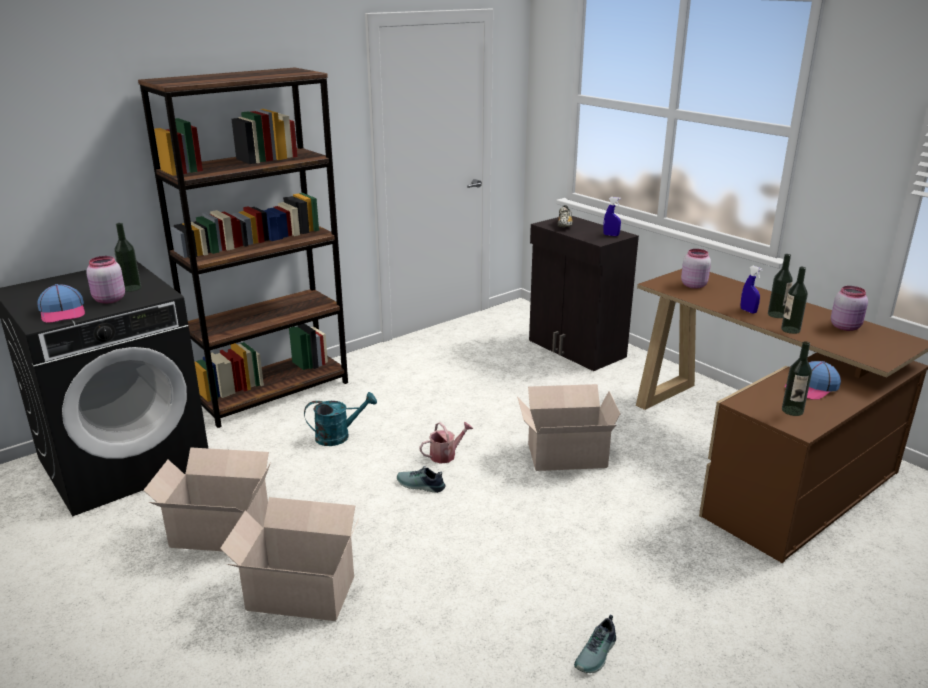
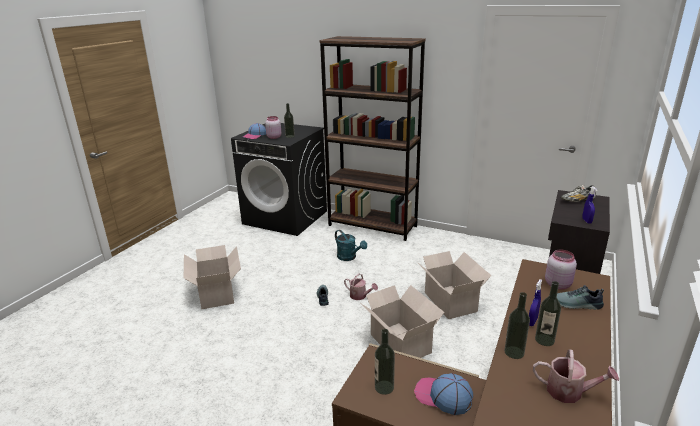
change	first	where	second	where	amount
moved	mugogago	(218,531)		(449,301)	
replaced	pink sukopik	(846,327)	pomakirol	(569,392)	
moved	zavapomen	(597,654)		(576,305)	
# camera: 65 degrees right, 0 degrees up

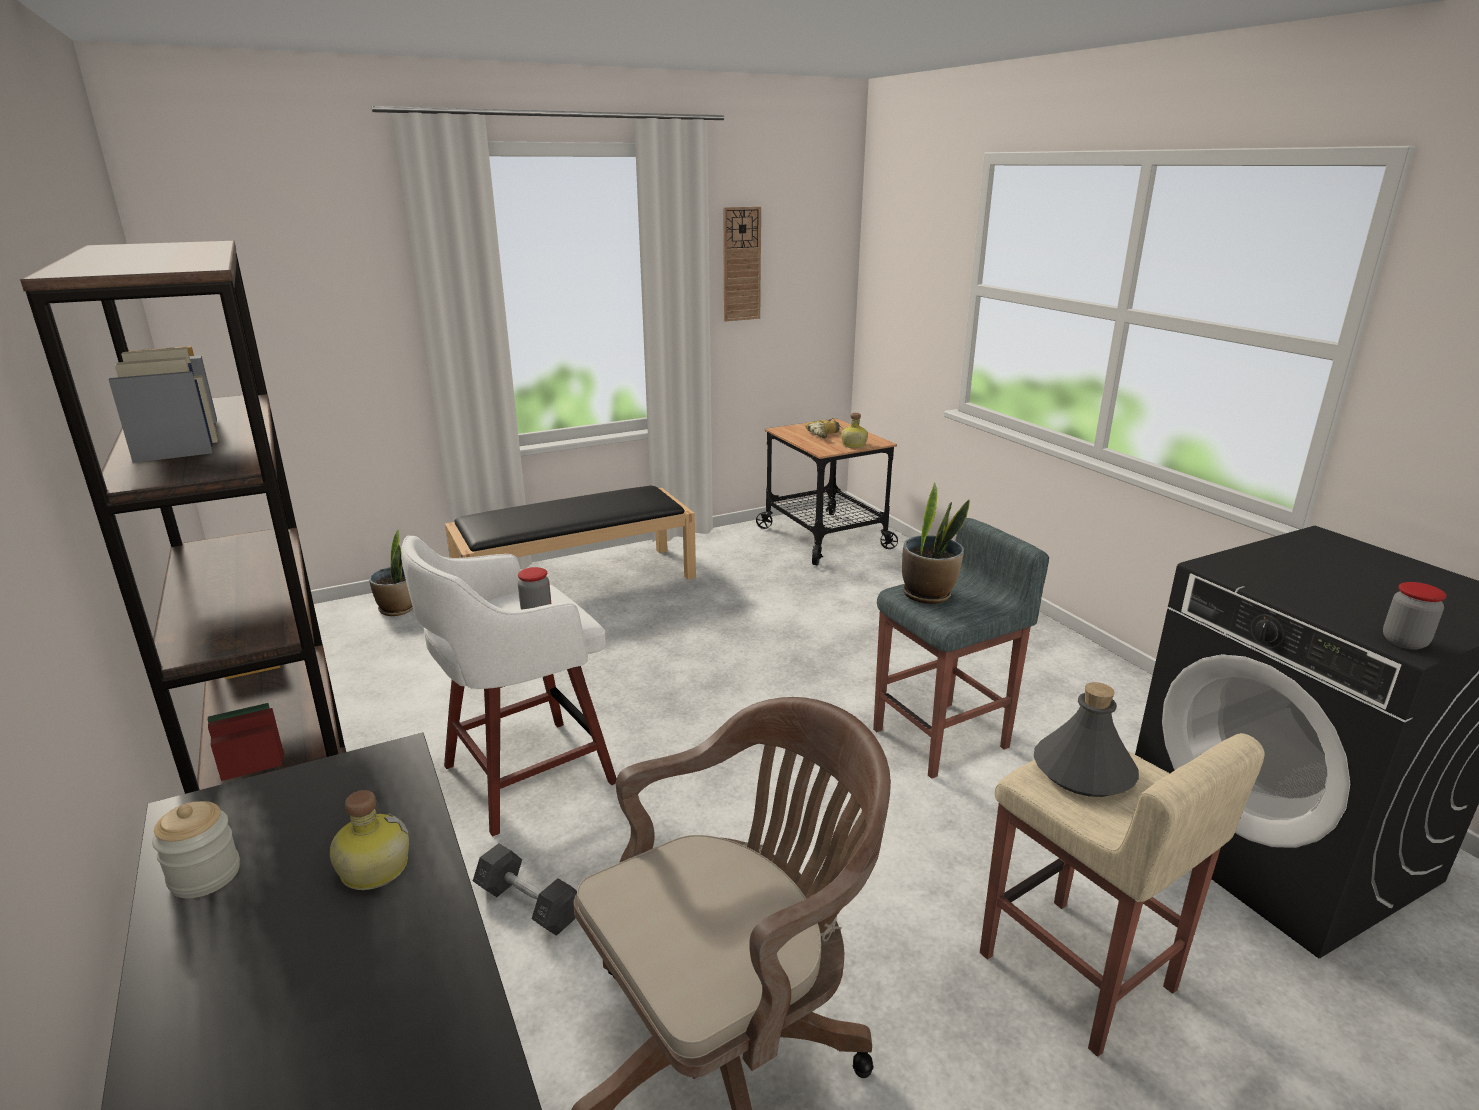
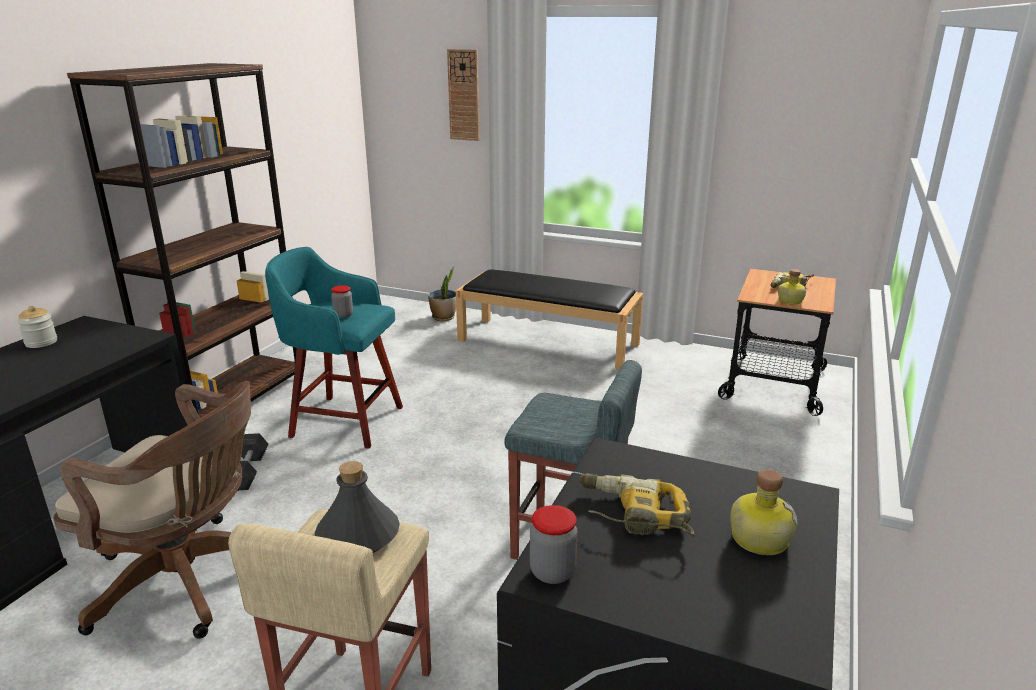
change	first	where	second	where	amount
recoloured	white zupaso	(523,776)	turquoise zupaso	(344,421)	
moved	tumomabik	(741,264)		(464,95)	
added			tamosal	(632,515)	
moved	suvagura	(372,868)		(758,537)	
removed	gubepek	(928,594)			
# camera: 50 degrees right, 0 degrees up

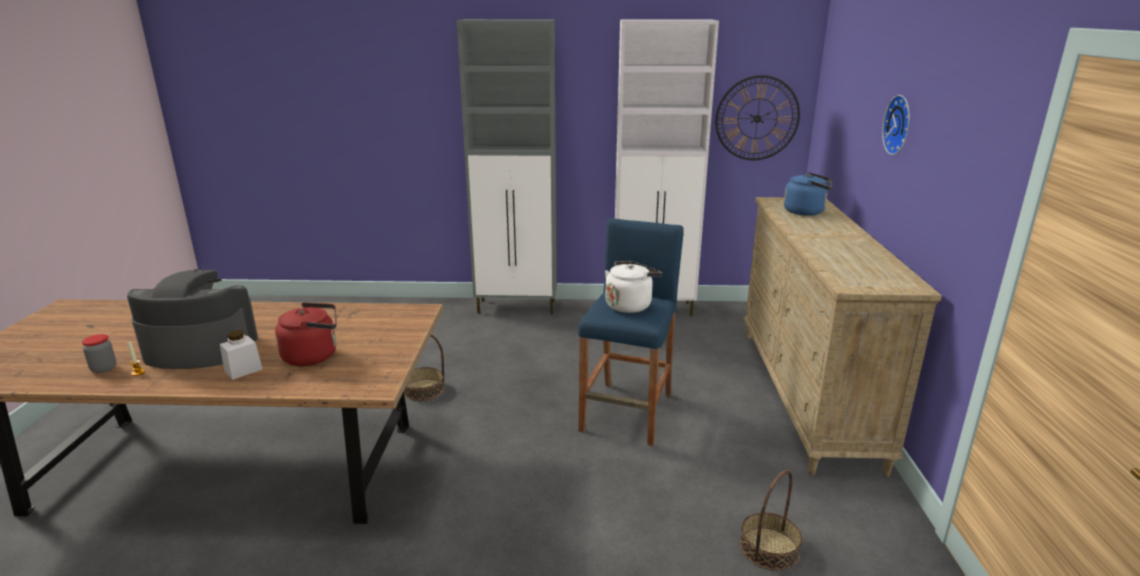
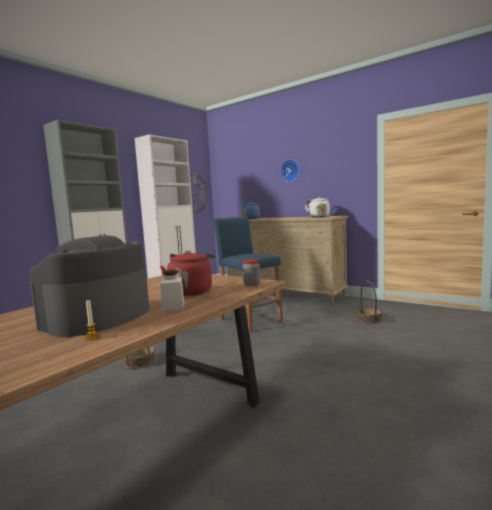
change	first	where	second	where	amount
moved	sukopik	(104,368)		(252,284)	
moved	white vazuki	(630,305)		(318,217)	
# camera: 55 degrees left, 15 degrees down

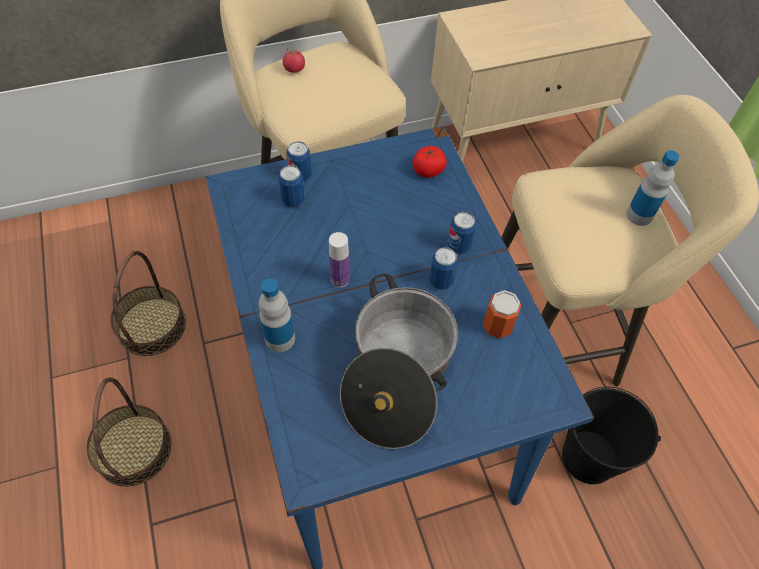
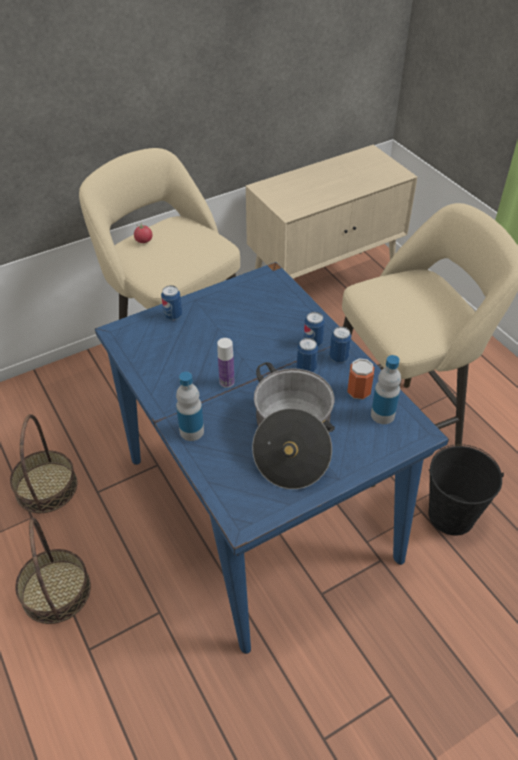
change	first	where	second	where	amount
moved	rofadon	(293,200)		(339,357)	
moved	suvagura	(639,215)		(382,415)	
removed	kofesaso	(428,171)			
# camera: 10 degrees left, 10 degrees down

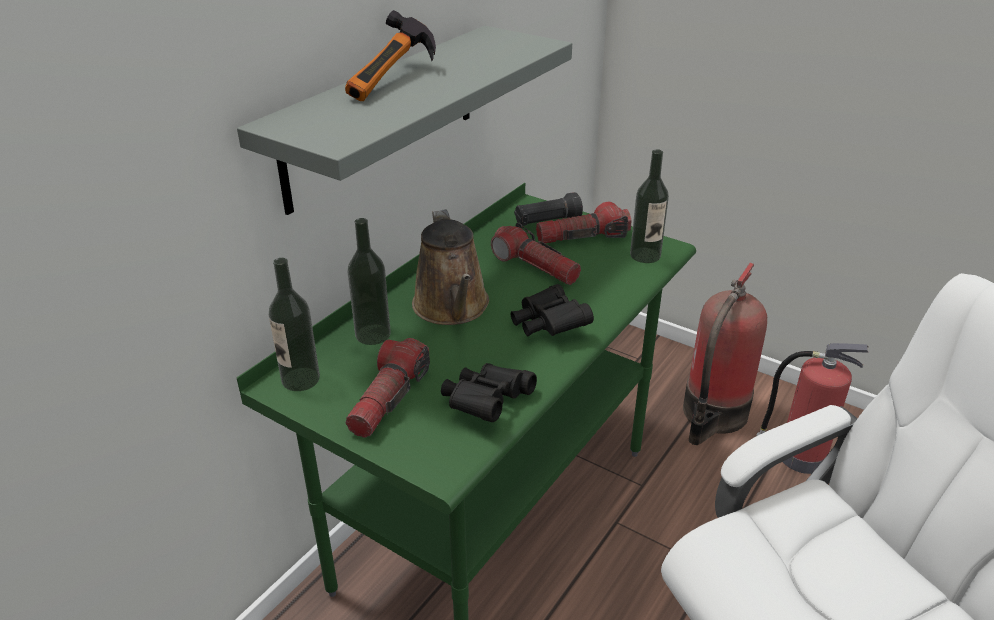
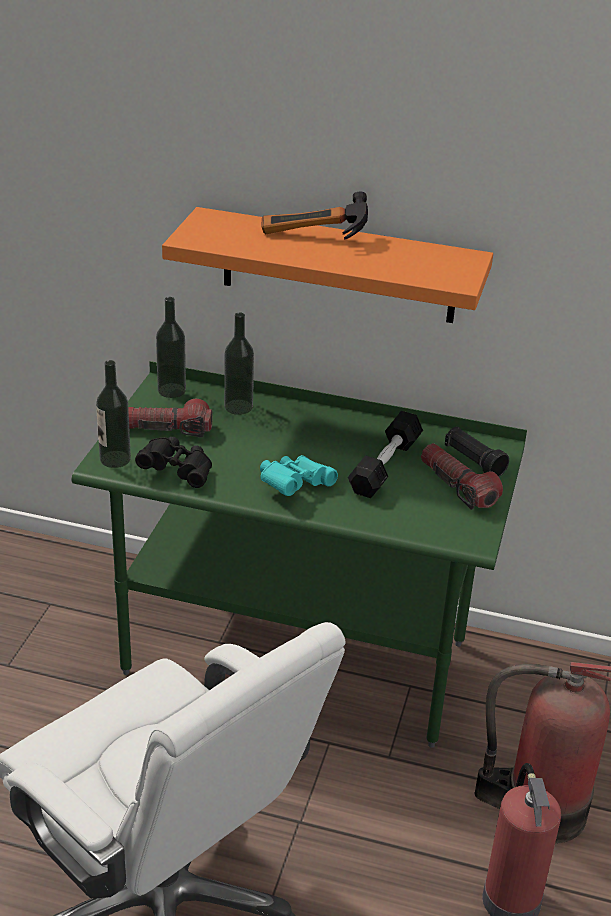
change	first	where	second	where	amount
moved	suvagura	(645,255)		(115,459)	
recoloured	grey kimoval	(382,116)	orange kimoval	(339,266)	
recoloured	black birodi	(548,326)	turquoise birodi	(294,486)	
replaced	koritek	(535,267)	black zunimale	(385,466)	
removed	brown pomakirol	(452,308)			
# camera: 70 degrees right, 0 degrees up

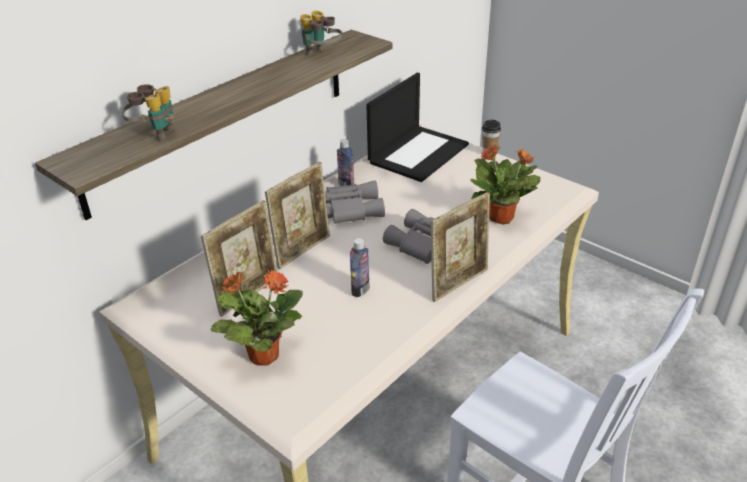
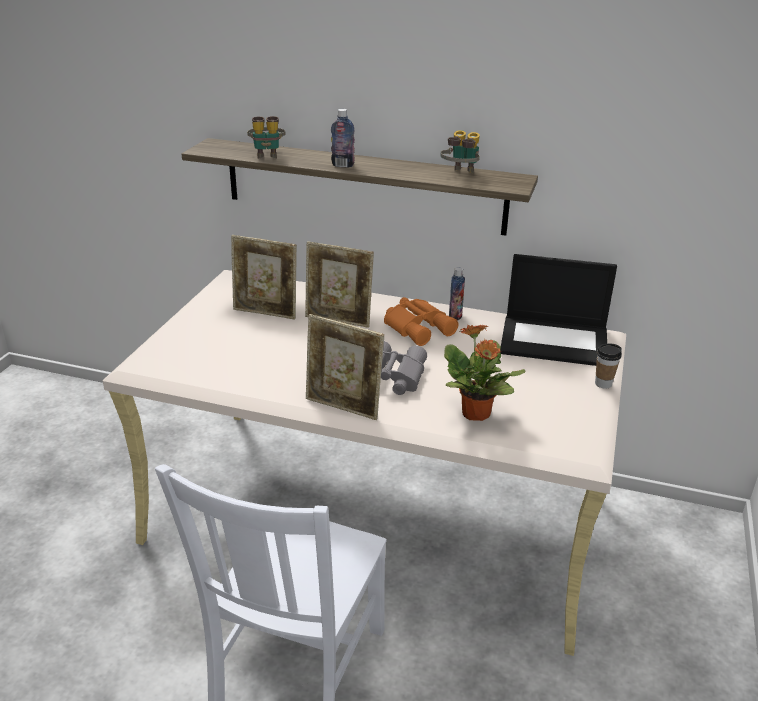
change	first	where	second	where	amount
moved	suvagura	(360,290)		(343,165)	
recoloured	grey birodi	(350,208)	orange birodi	(419,327)	
removed	gubepek	(262,355)			
# camera: 65 degrees right, 5 degrees down

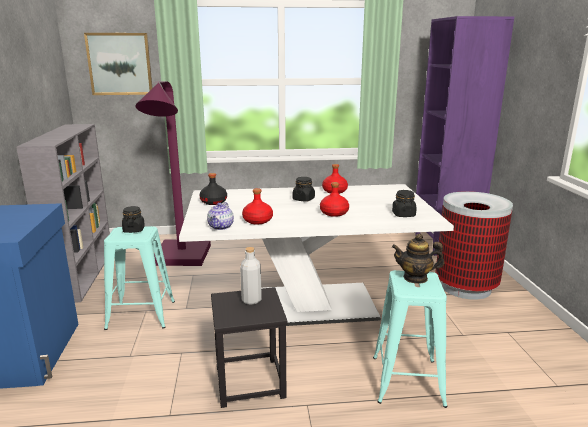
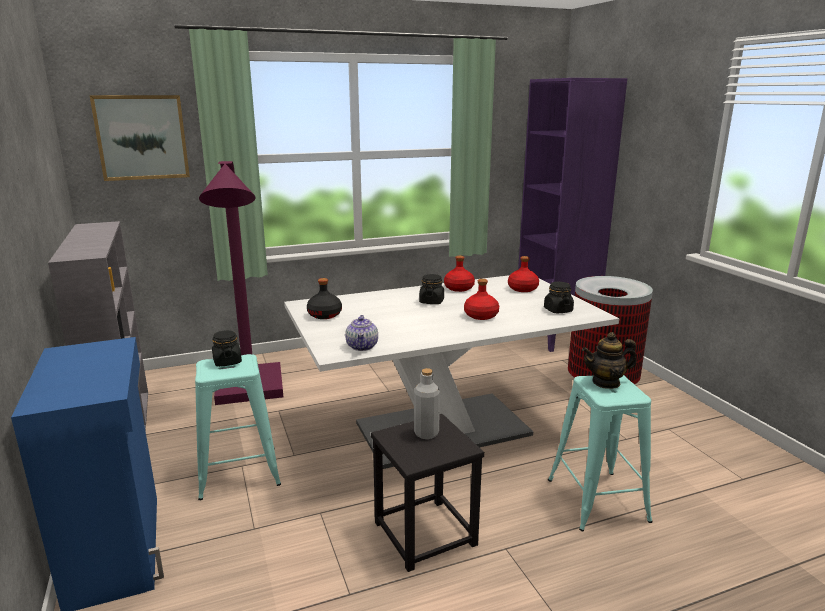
change	first	where	second	where	amount
moved	red suvagura	(257,221)		(522,289)	
# camera: 15 degrees left, 0 degrees up

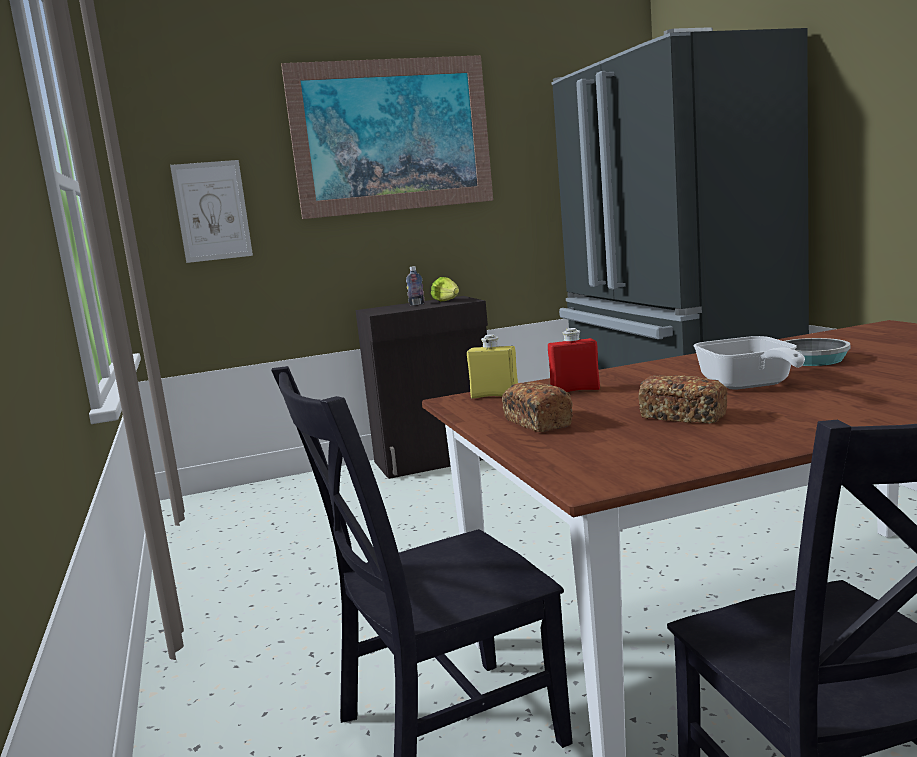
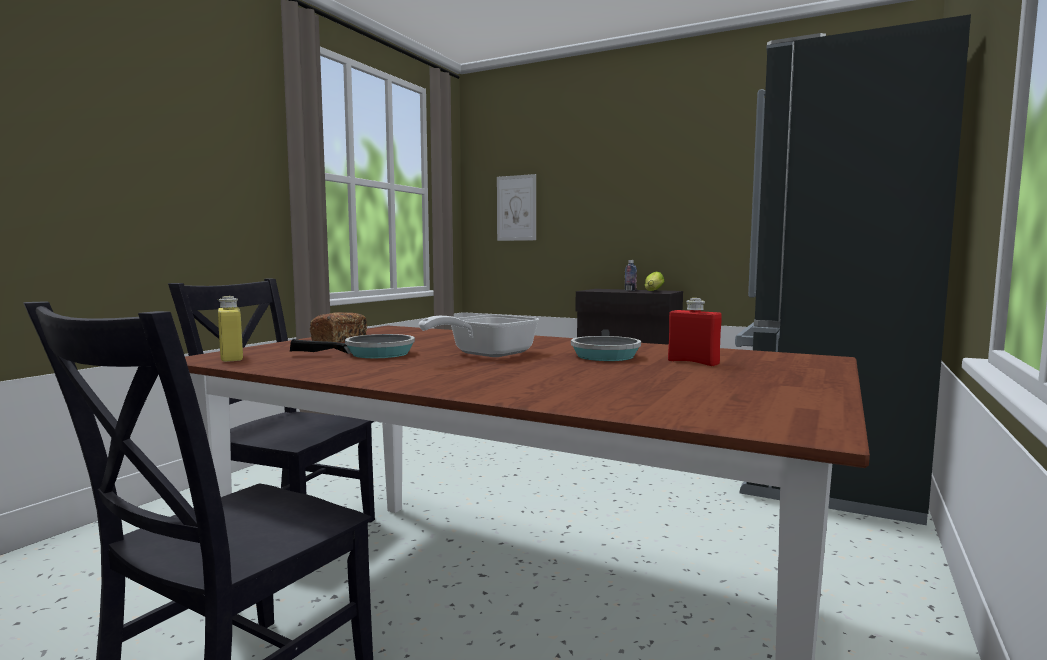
change	first	where	second	where	amount
moved	yellow suvagura	(495,396)		(231,357)	
replaced	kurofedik	(683,417)	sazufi	(373,354)	
moved	red suvagura	(575,390)		(693,362)	
removed	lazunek	(392,136)			
# camera: 45 degrees right, 5 degrees down

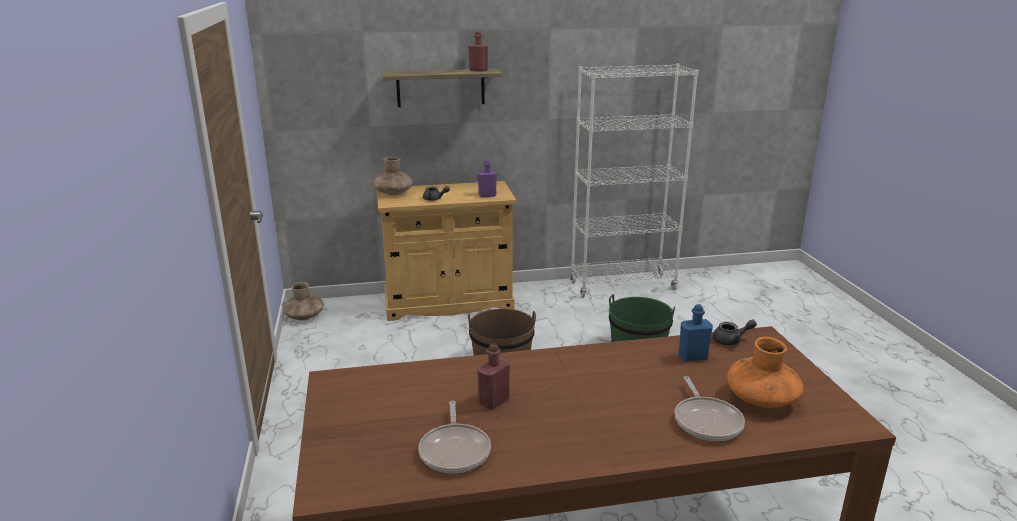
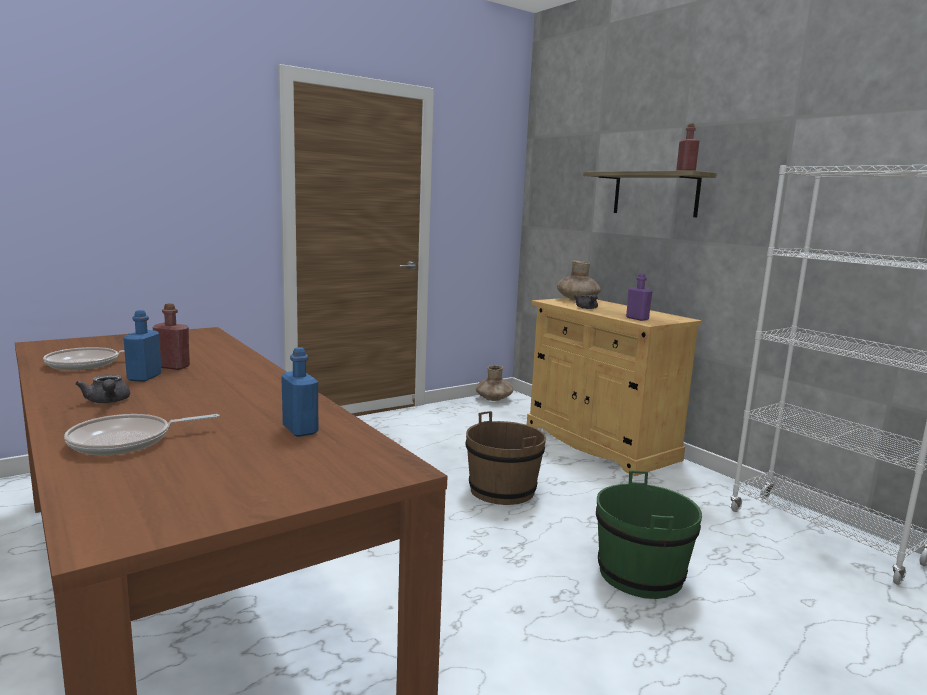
change	first	where	second	where	amount
moved	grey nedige	(731,341)		(108,402)	
added			blue suvagura	(144,377)	
removed	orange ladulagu	(761,399)			
# camera: 65 degrees right, 10 degrees down

